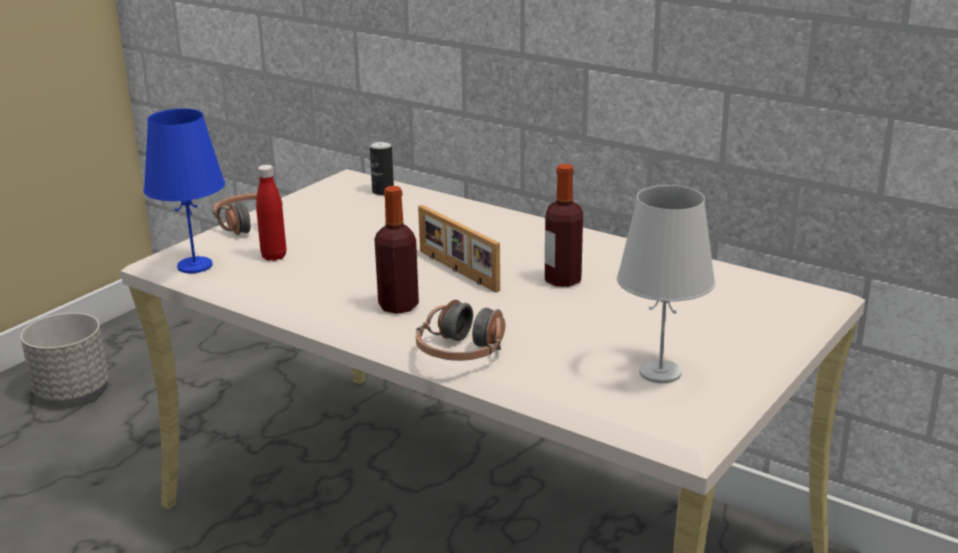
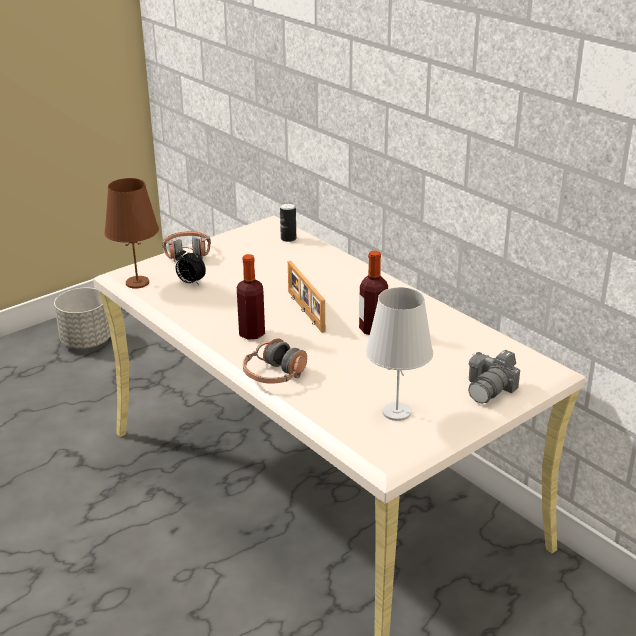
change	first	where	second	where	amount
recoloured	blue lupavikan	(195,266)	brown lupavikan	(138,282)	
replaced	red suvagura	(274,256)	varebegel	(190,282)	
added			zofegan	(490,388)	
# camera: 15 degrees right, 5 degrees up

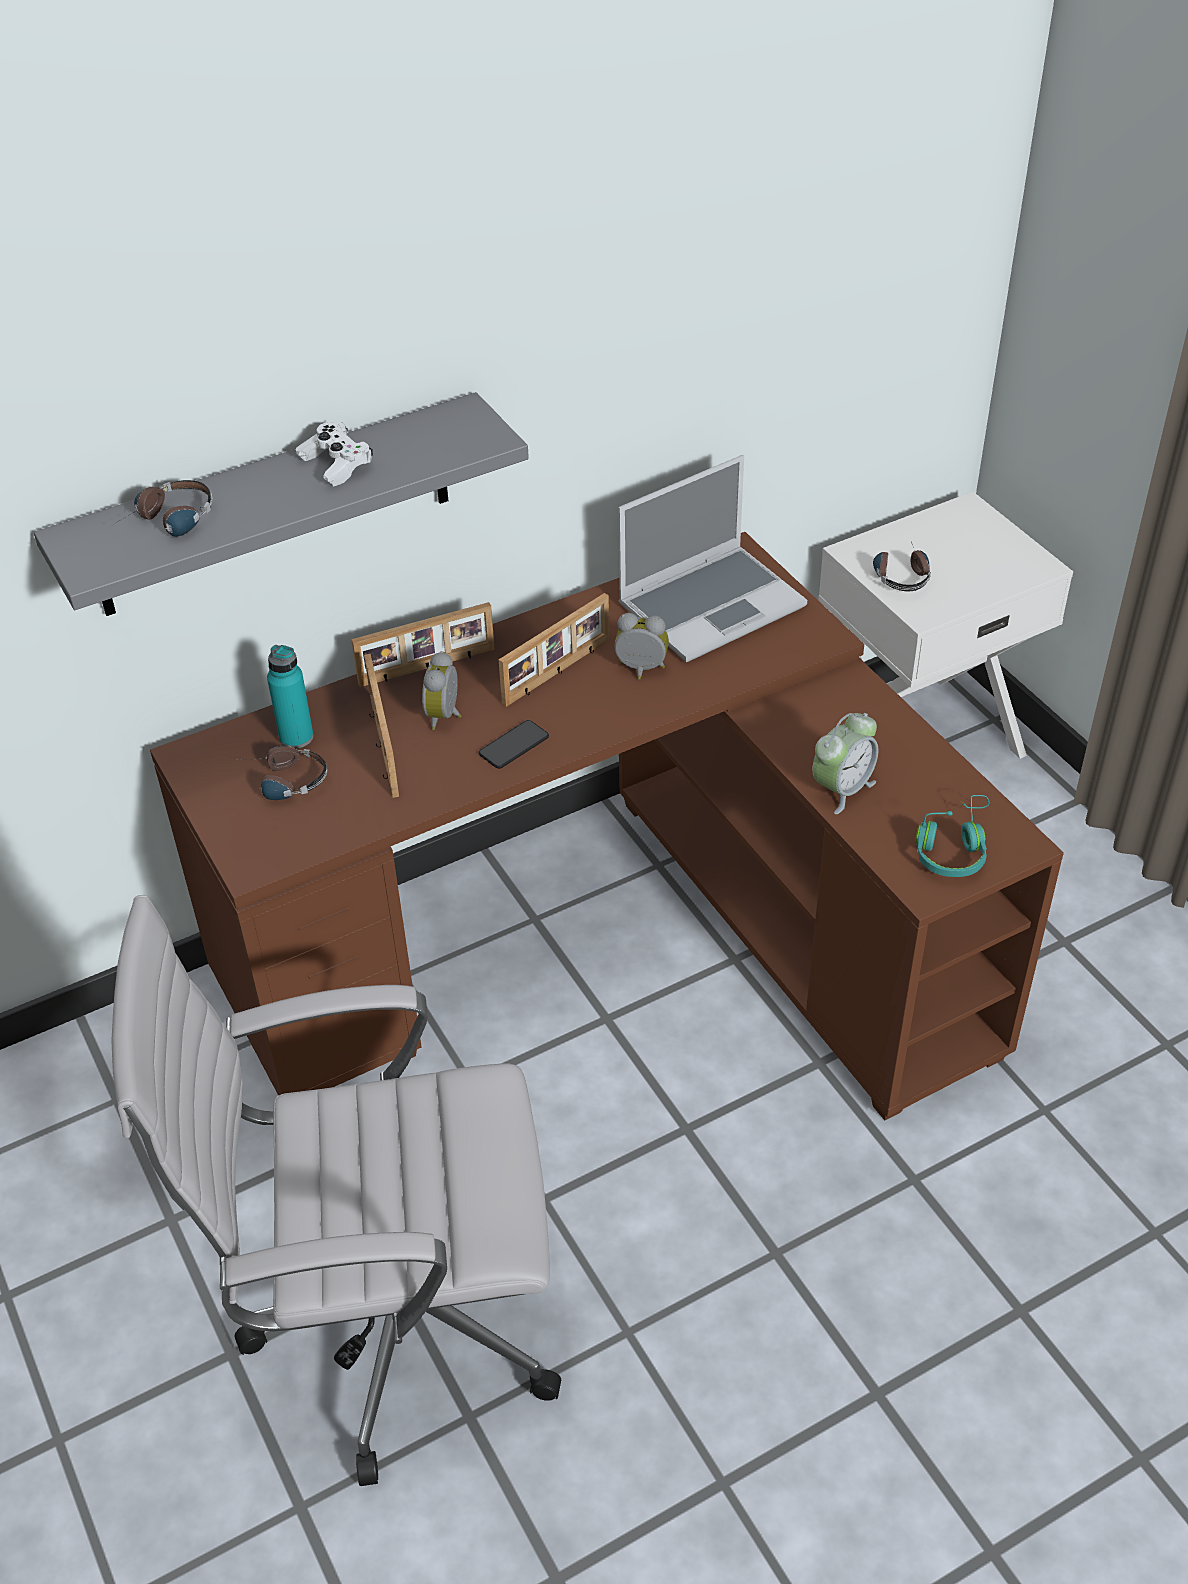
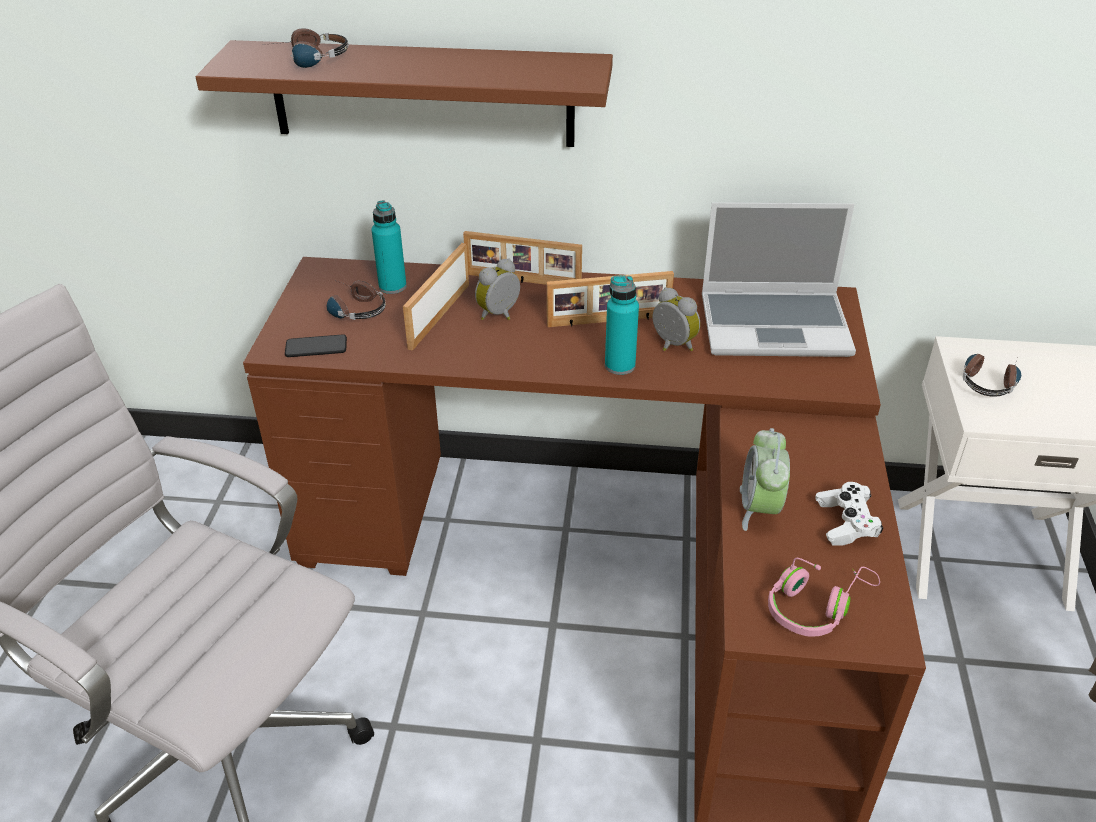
change	first	where	second	where	amount
recoloured	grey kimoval	(273,507)	brown kimoval	(422,94)	
moved	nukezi	(514,745)		(316,347)	
added			turquoise suvagura	(620,365)	
turned	varebegel	(842,789)		(760,508)	105 degrees clockwise
recoloured	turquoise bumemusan	(953,848)	pink bumemusan	(815,606)	
moved	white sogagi	(336,465)		(846,523)	
# camera: 35 degrees right, 5 degrees down

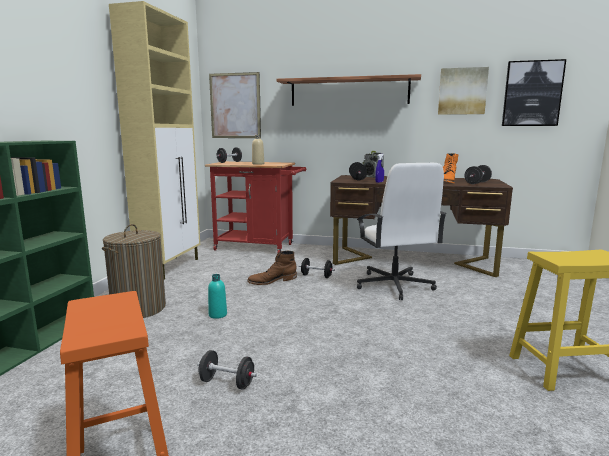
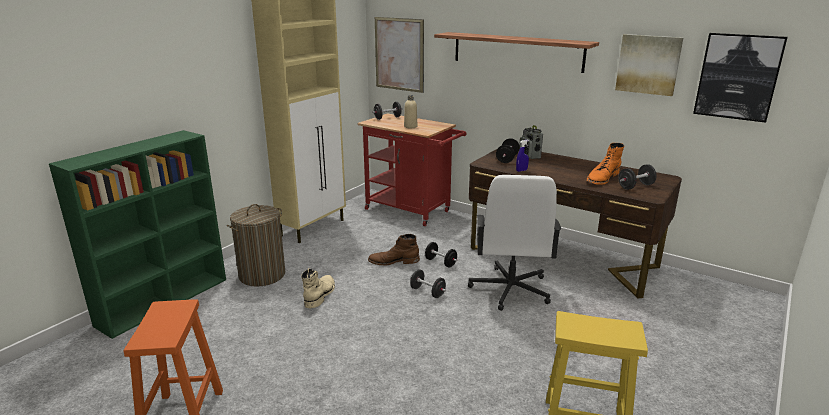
change	first	where	second	where	amount
replaced	turquoise suvagura	(217,315)	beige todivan	(320,294)	
moved	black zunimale	(227,383)		(427,292)	
# camera: 20 degrees right, 10 degrees up

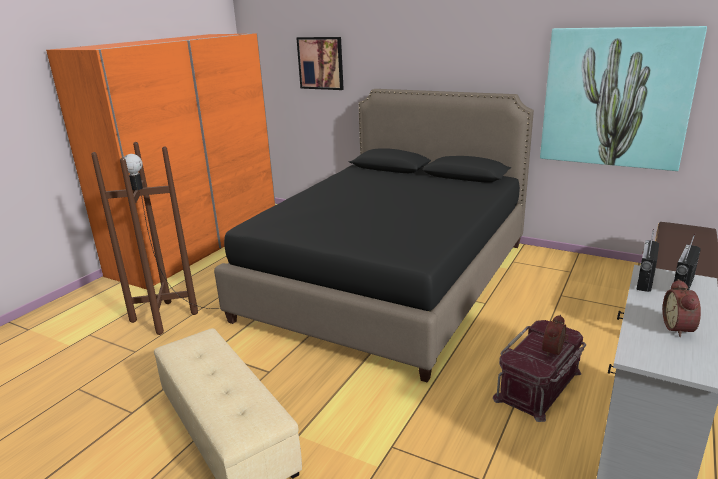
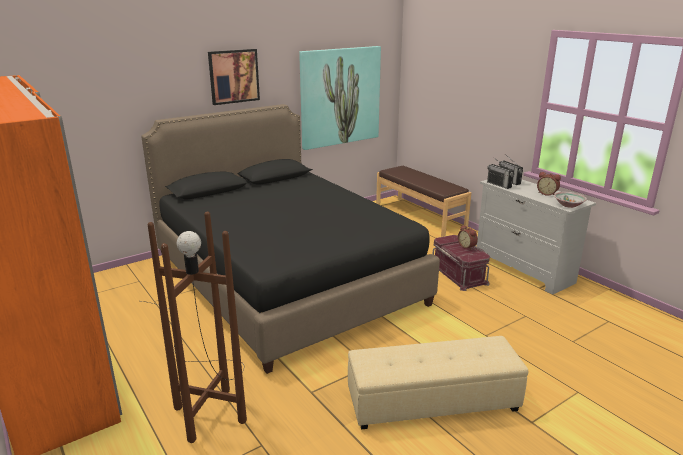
change	first	where	second	where	amount
moved	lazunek	(321,63)		(234,76)	
added			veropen	(568,205)	
# camera: 65 degrees left, 0 degrees up

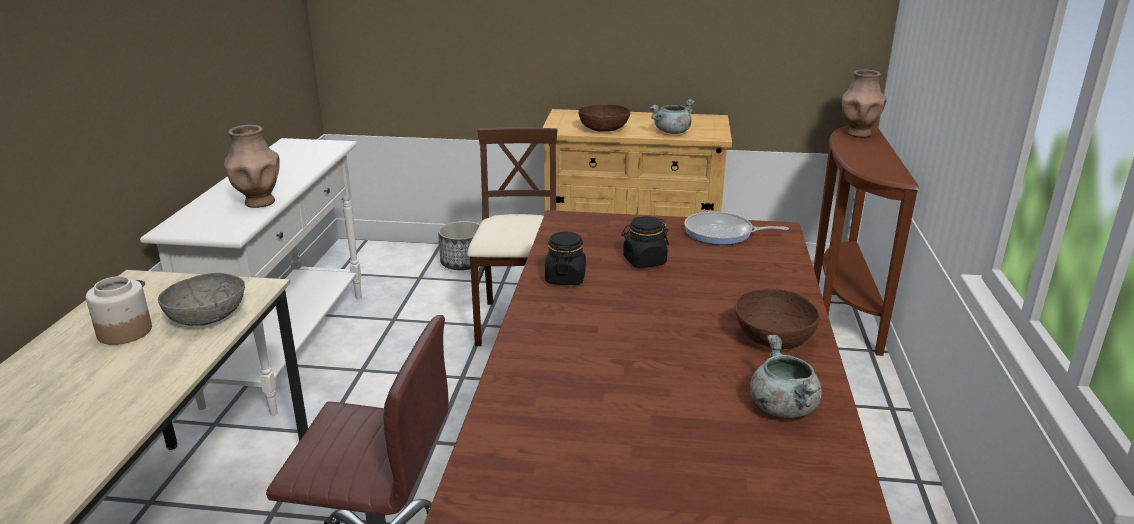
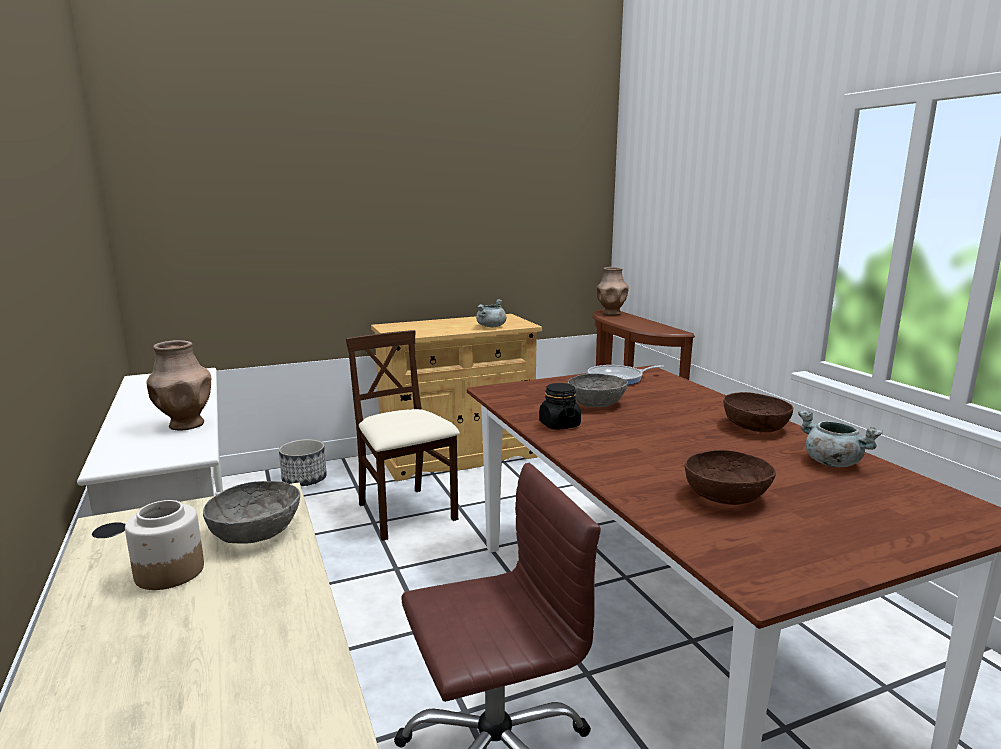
change	first	where	second	where	amount
replaced	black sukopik	(644,261)	grey veropen	(596,403)	
moved	brown veropen	(604,129)		(726,496)	
# camera: 30 degrees left, 10 degrees down

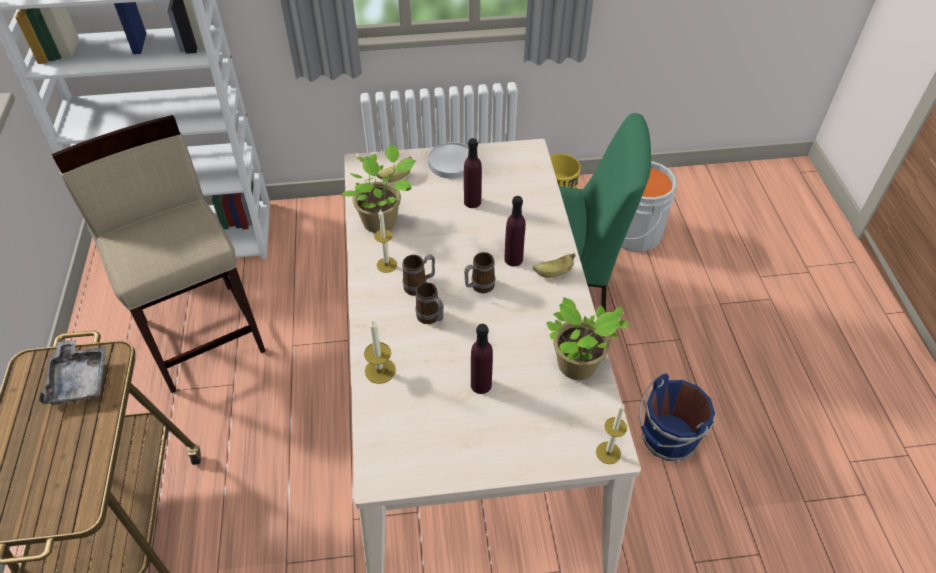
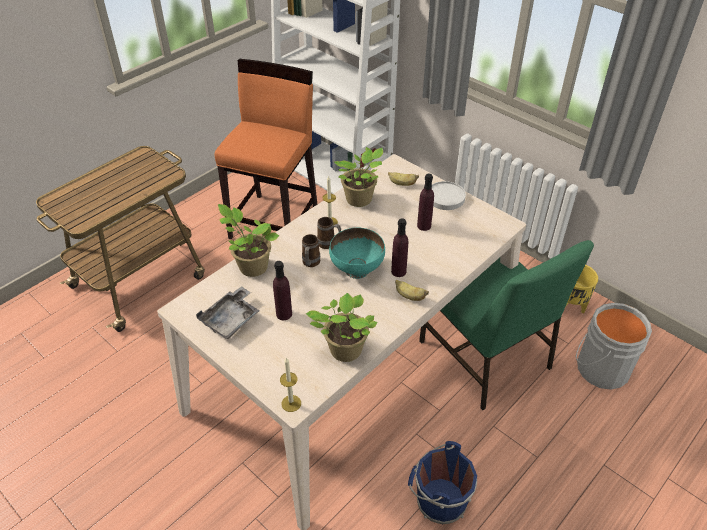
change	first	where	second	where	amount
moved	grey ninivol	(80,379)		(231,319)	
recoloured	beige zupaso	(203,334)	orange zupaso	(275,223)	
replaced	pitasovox	(380,370)	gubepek	(251,266)	
replaced	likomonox	(478,287)	turquoise veropen	(357,269)	
# camera: 50 degrees right, 5 degrees down

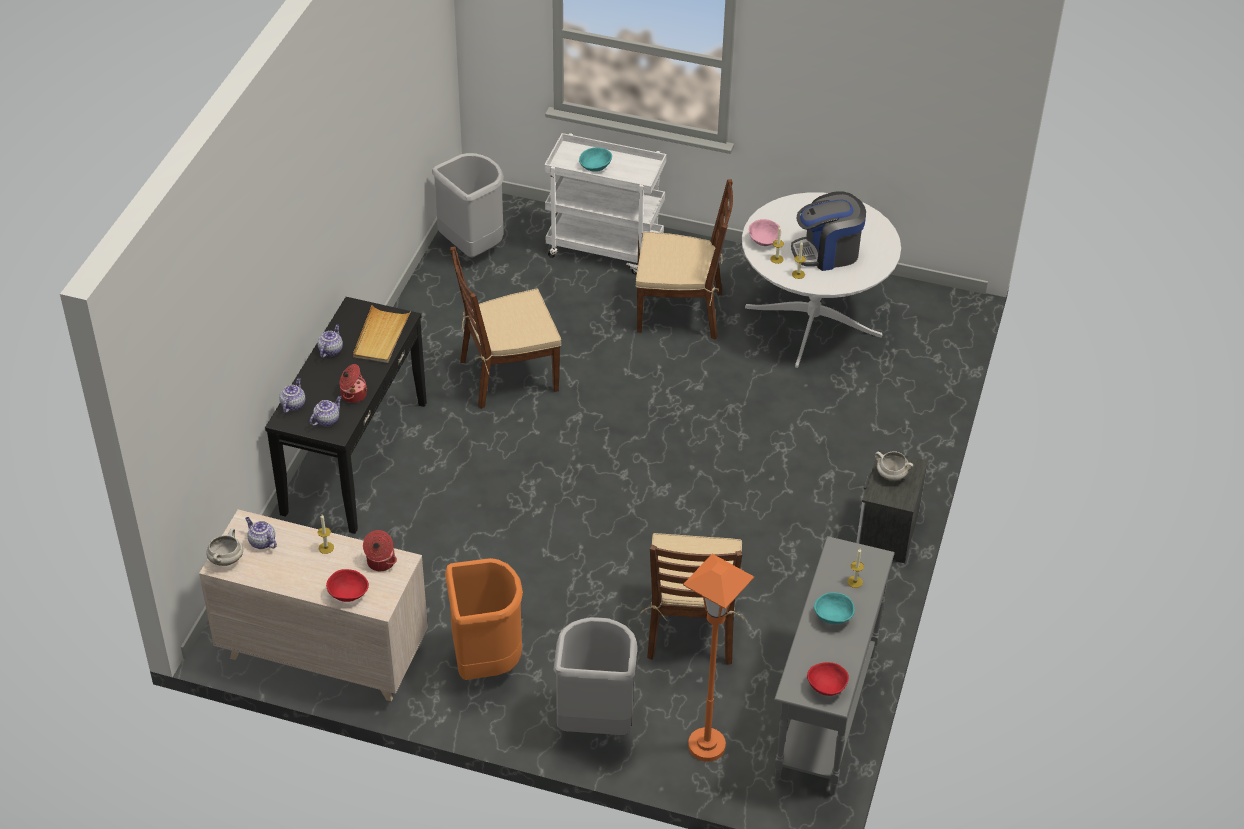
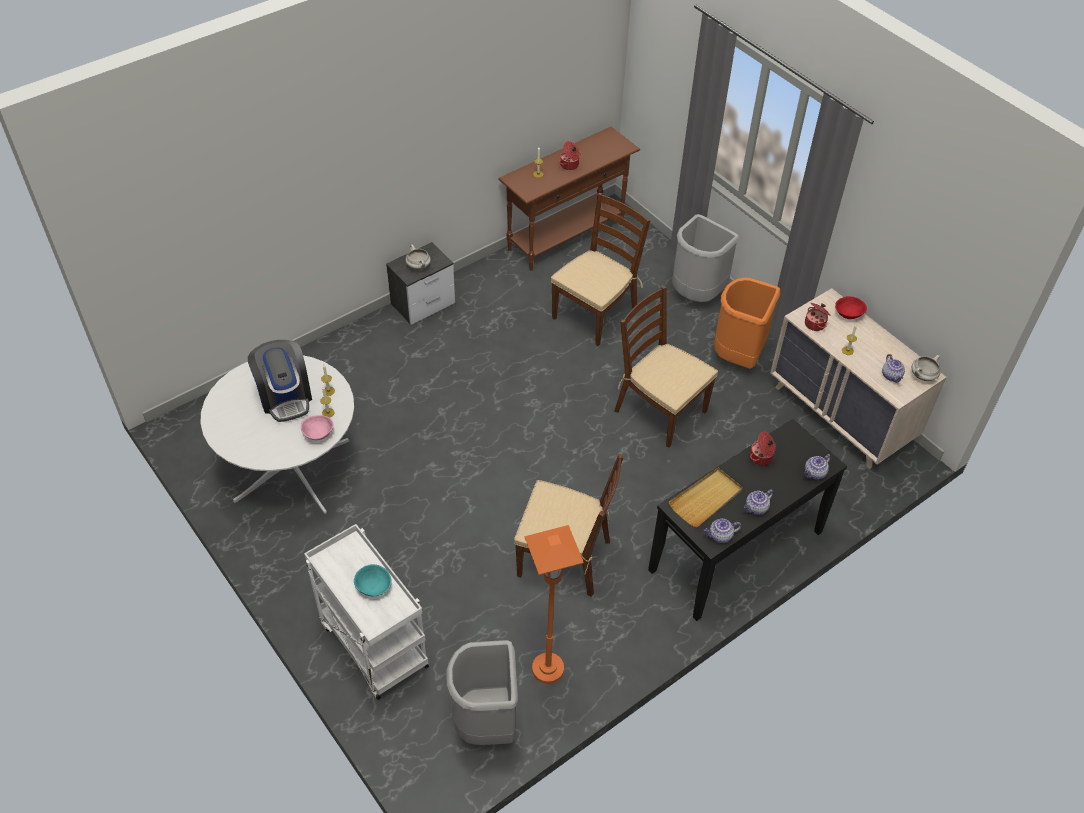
change	first	where	second	where	amount
turned	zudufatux	(827,252)		(285,397)	45 degrees clockwise
recoloured	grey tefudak	(824,716)	brown tefudak	(566,237)	
moved	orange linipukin	(706,746)		(547,669)	
replaced	turquoise veropen	(832,617)	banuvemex	(569,165)	
moved	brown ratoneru	(681,312)		(659,410)	
moved	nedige	(327,420)		(719,536)	
removed	red veropen	(826,687)			
# camera: 145 degrees left, 5 degrees up

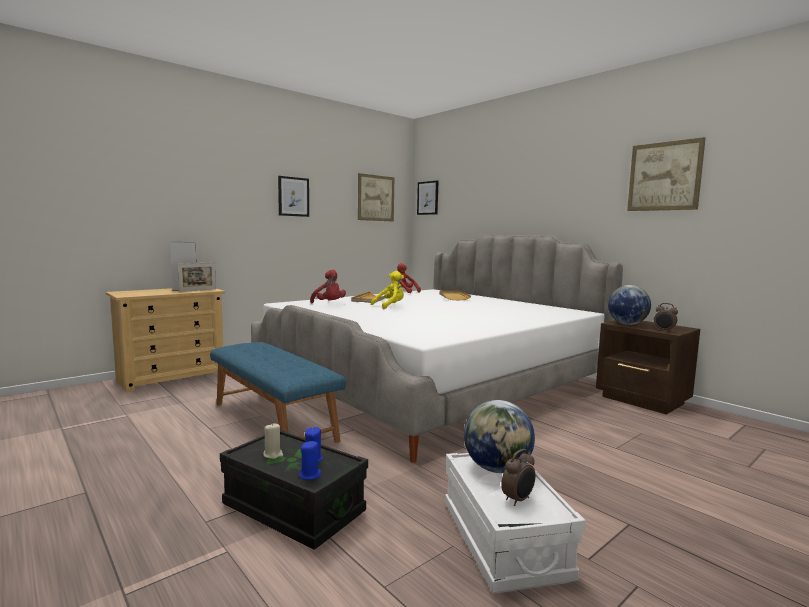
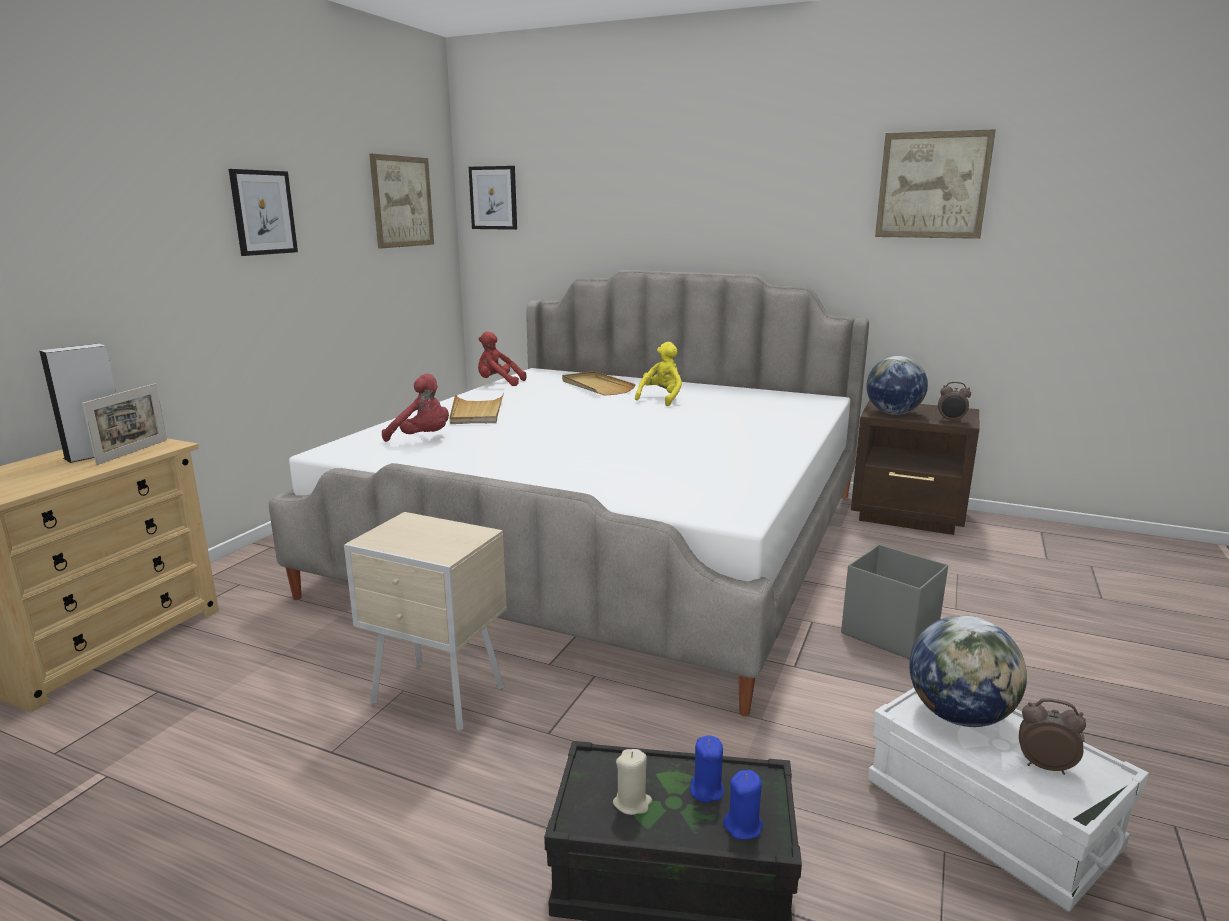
change	first	where	second	where	amount
replaced	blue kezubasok	(274,421)	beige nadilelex	(439,697)	
moved	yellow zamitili	(390,306)		(661,398)	
added			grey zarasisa	(888,632)	
turned	varebegel	(518,500)		(1044,765)	90 degrees counterclockwise
# camera: 25 degrees left, 10 degrees up

